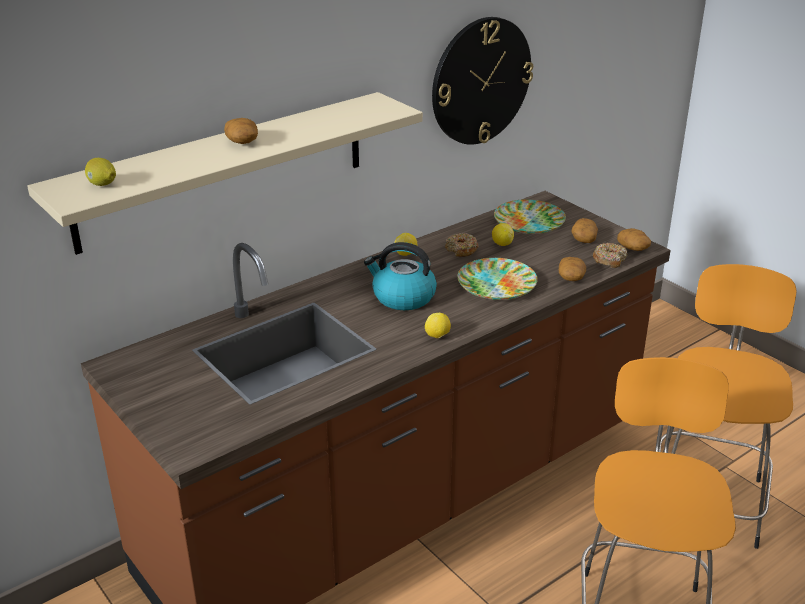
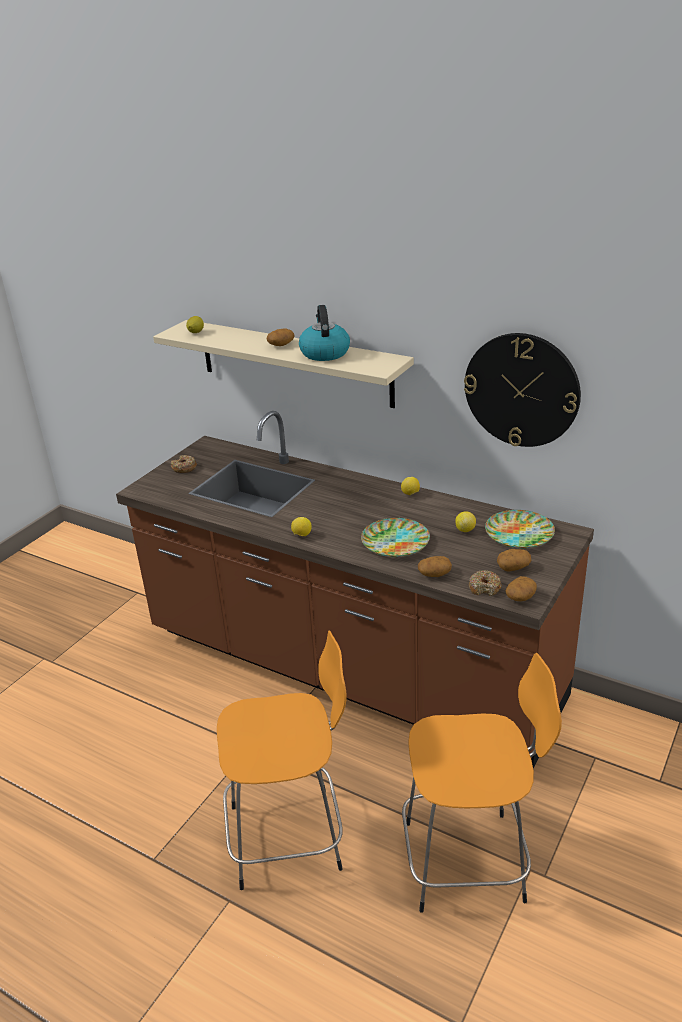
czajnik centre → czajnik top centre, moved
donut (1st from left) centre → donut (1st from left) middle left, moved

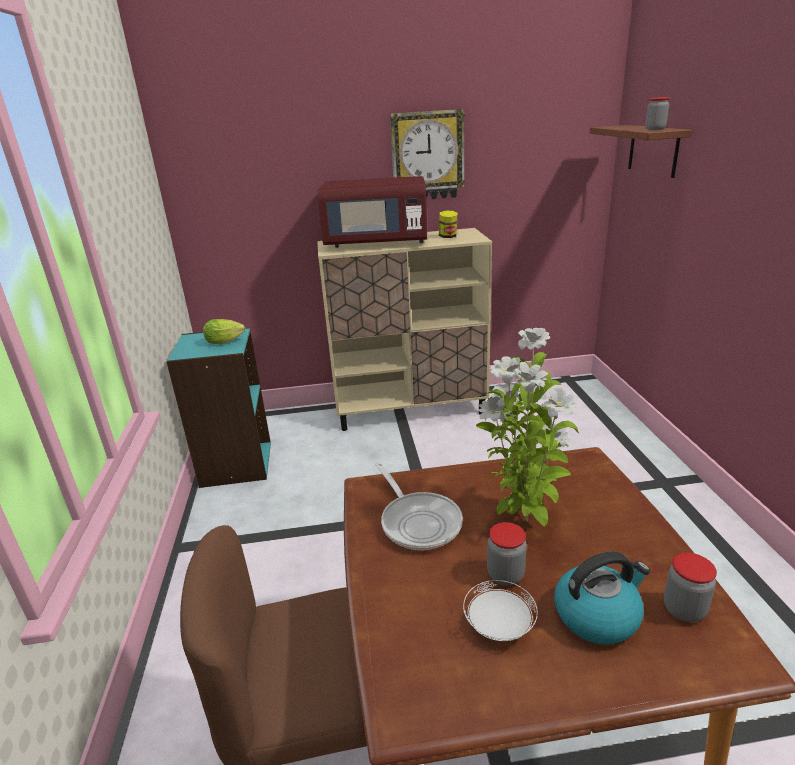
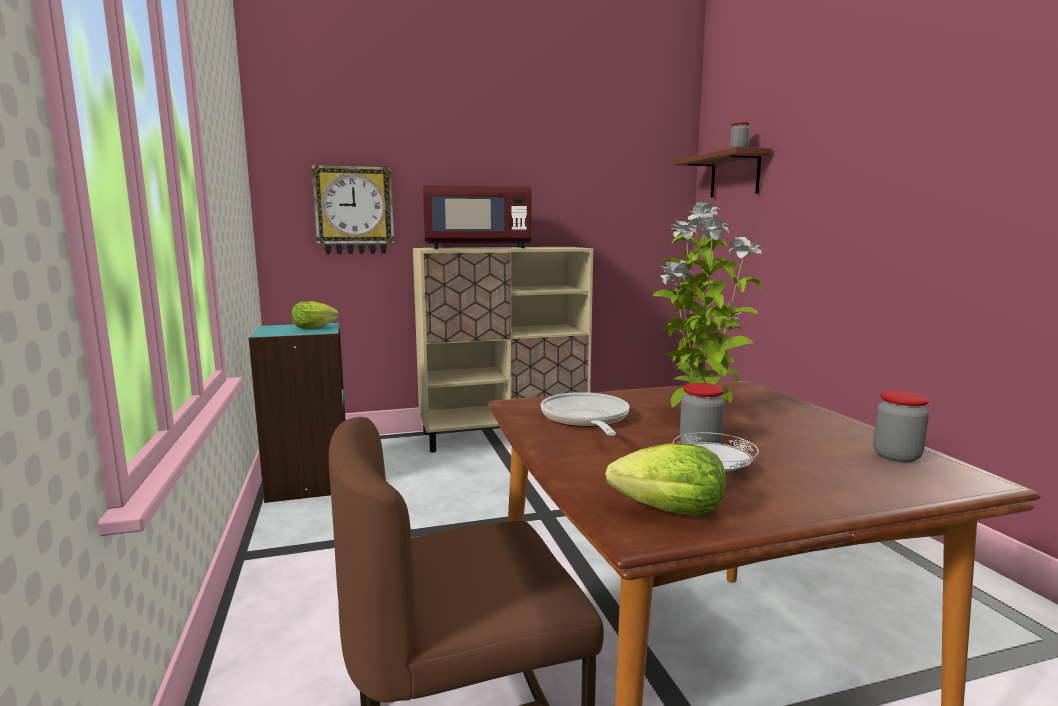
słoik (1st from left) top centre → -
czajnik bottom right → -
- → sałata (2nd from left) bottom centre
zegar ścienny top centre → zegar ścienny top left, moved
patelnia centre, 150 degrees counterclockwise

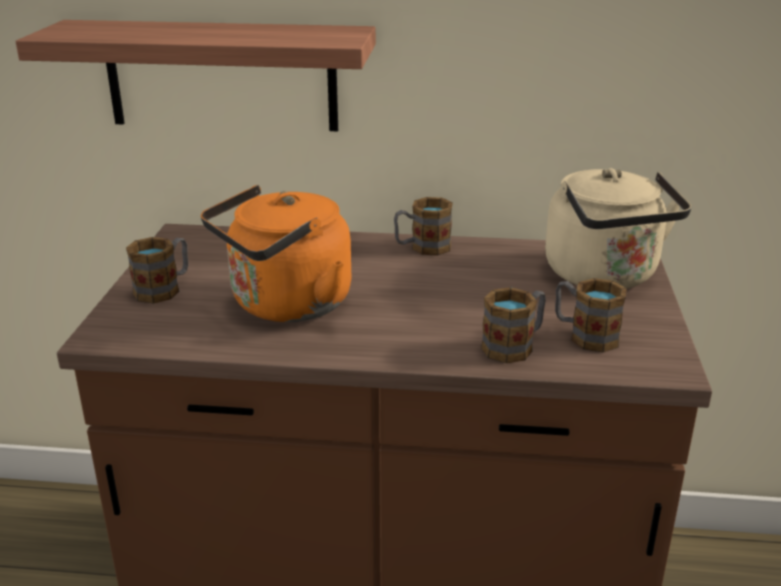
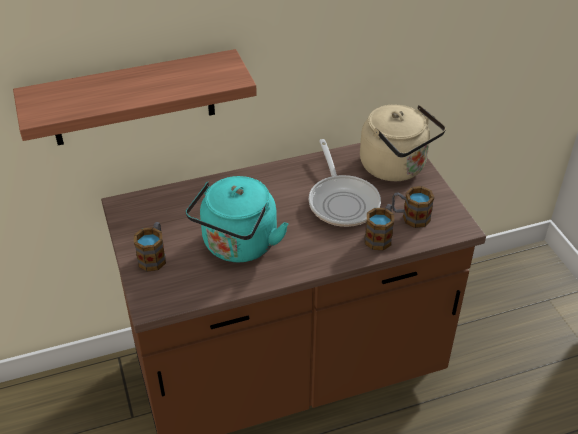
kubek (2nd from left) centre → -
- → patelnia centre
czajnik/pomarańczowy centre → czajnik/turkusowy centre

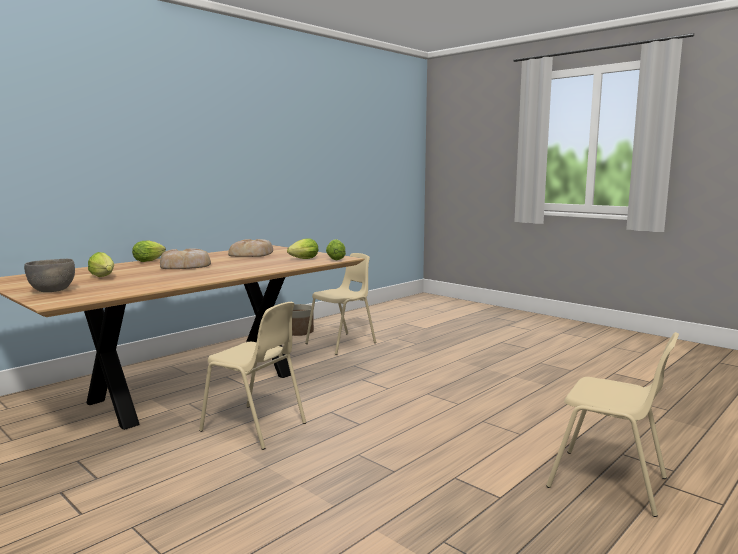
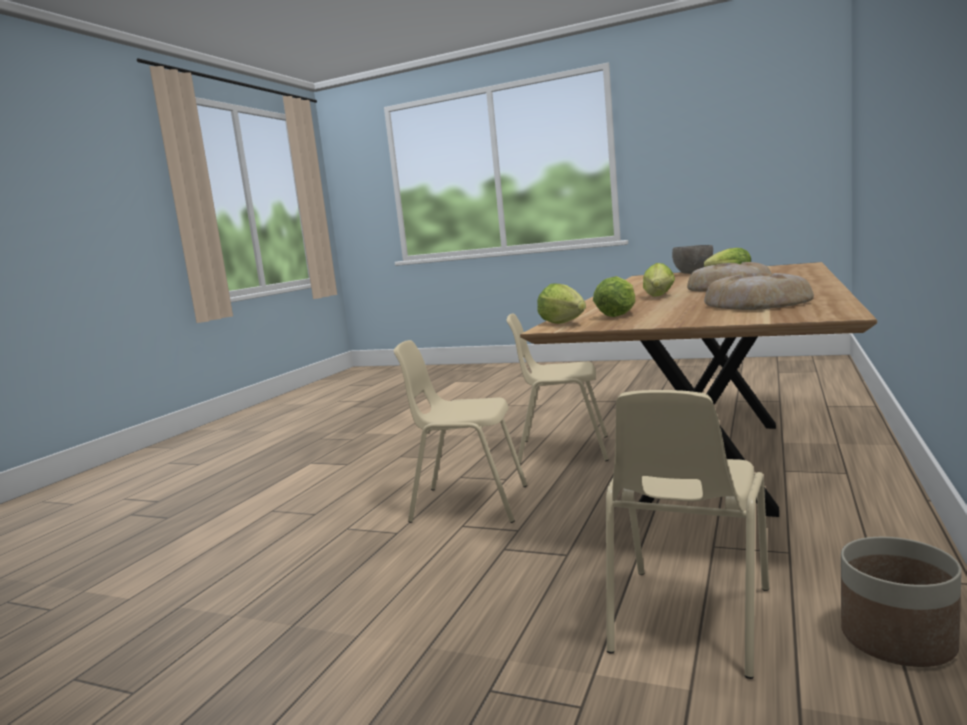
sałata (2nd from left in the first image) middle left → sałata (3rd from left) middle right, moved
krzesło/beżowy (3rd from left in the first image) bottom right → krzesło/beżowy (1st from left) centre, moved

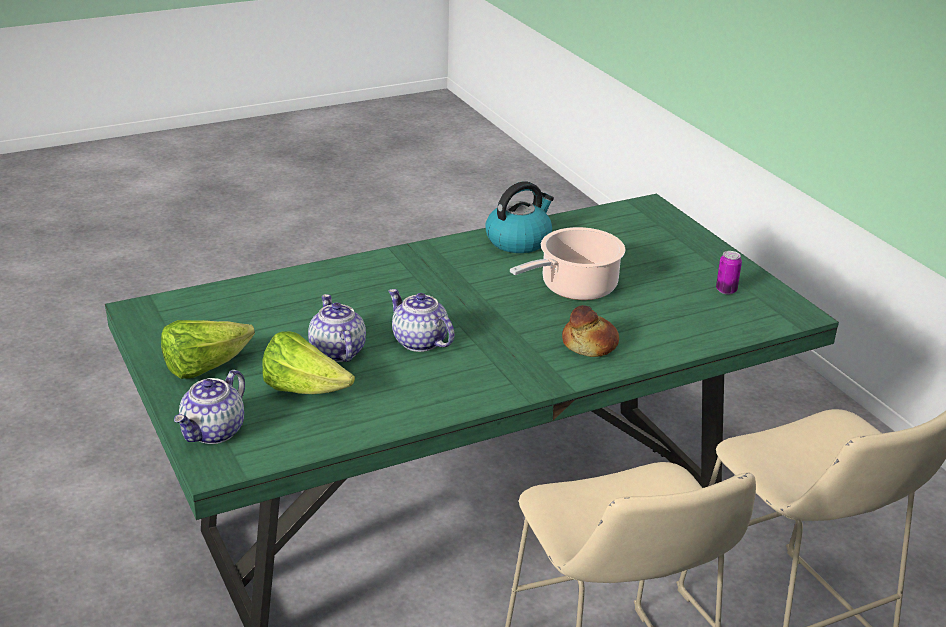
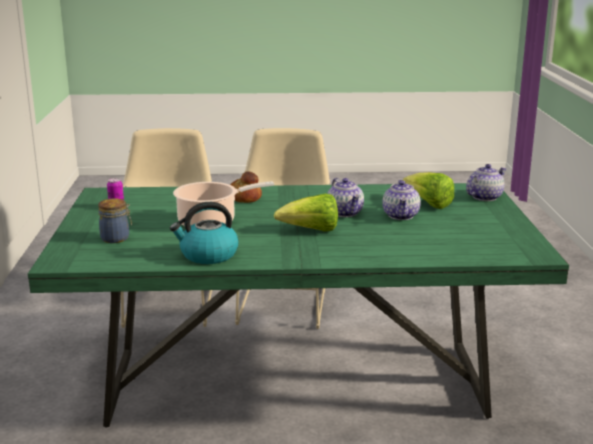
- → słoik middle left
sałata (1st from left) middle left → sałata (1st from left) centre, moved

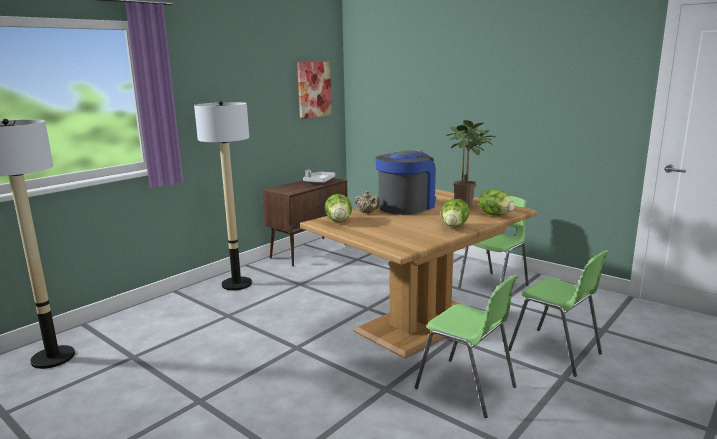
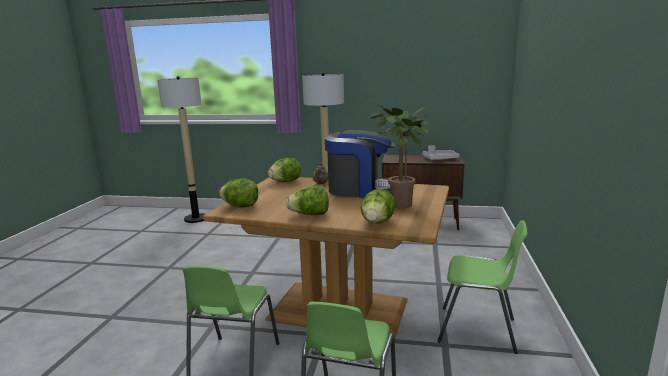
obraz top centre → -
- → sałata (1st from left) centre

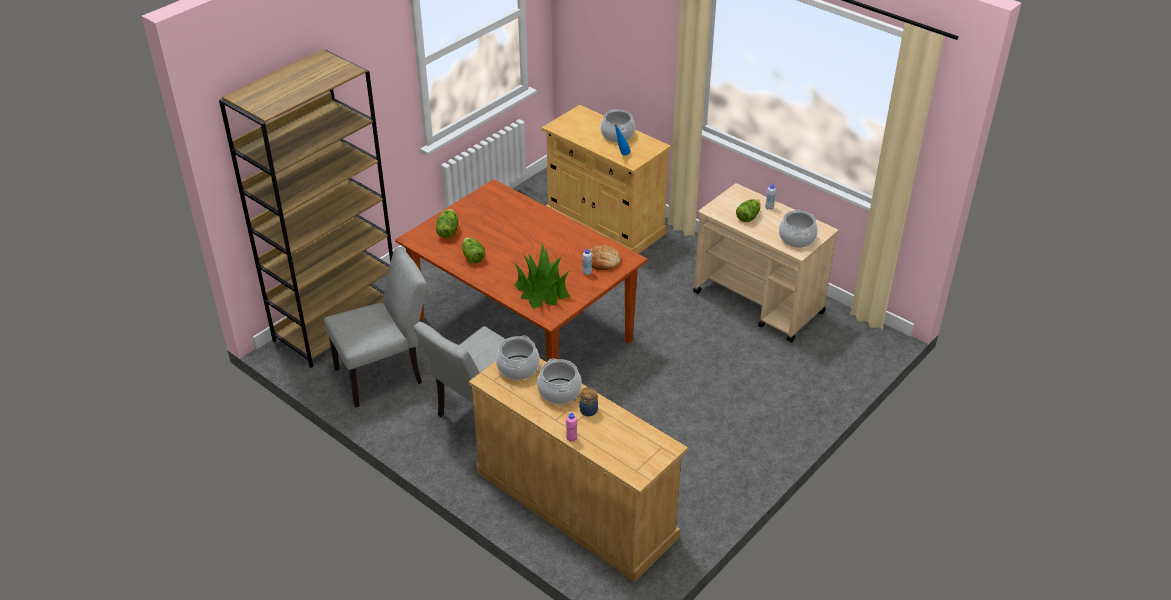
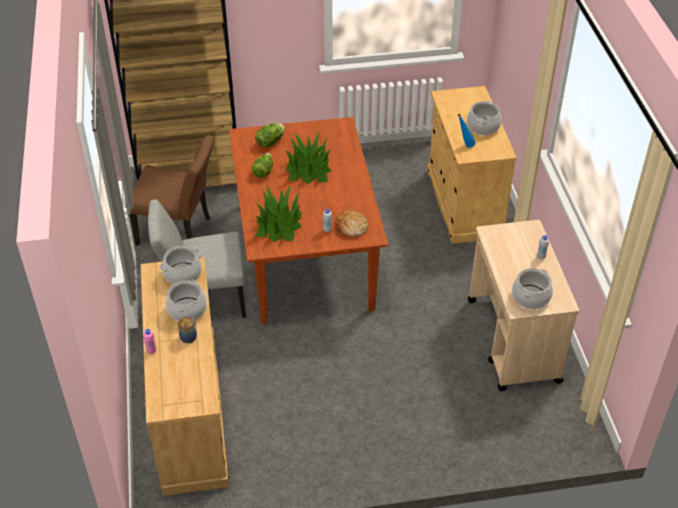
sałata (3rd from left) centre → -
- → roślina doniczkowa (2nd from left) top centre
krzesło/szary (1st from left) middle left → krzesło/brązowy middle left

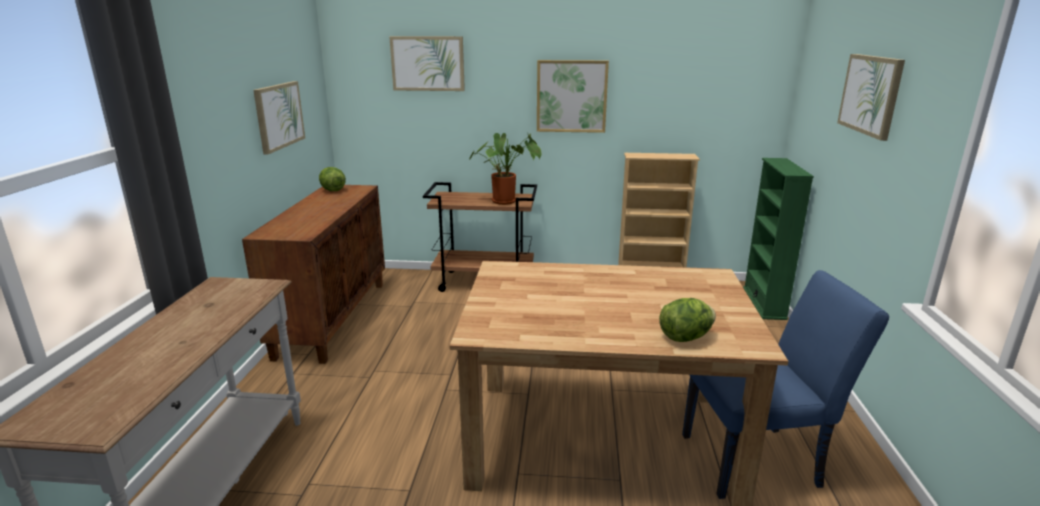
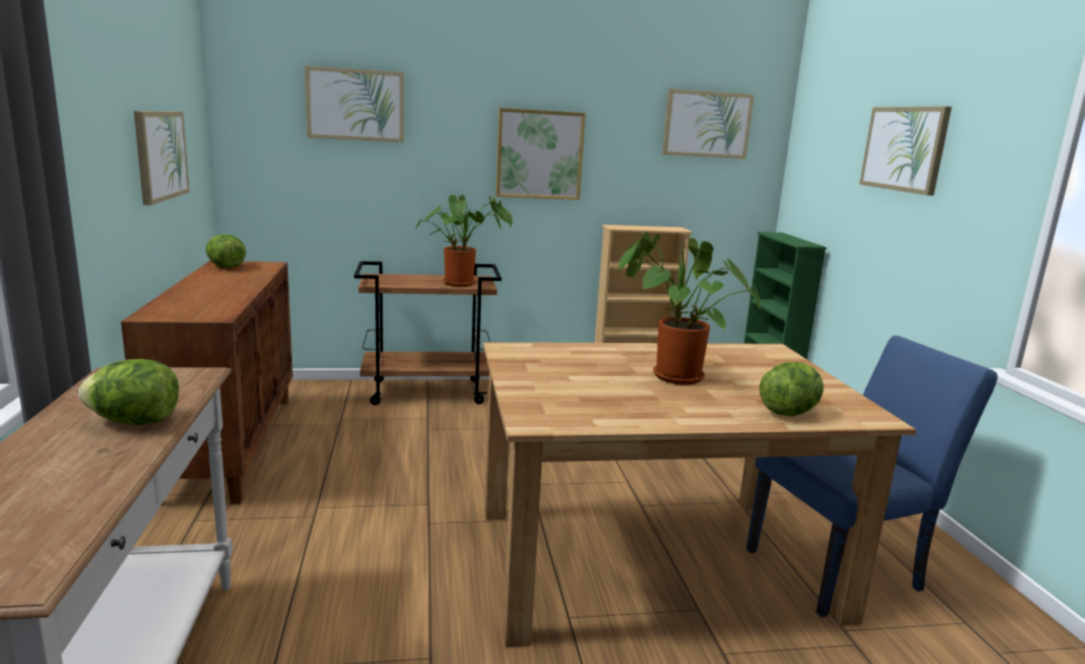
- → sałata (1st from left) middle left
- → roślina doniczkowa (2nd from left) centre
- → obraz (4th from left) top centre

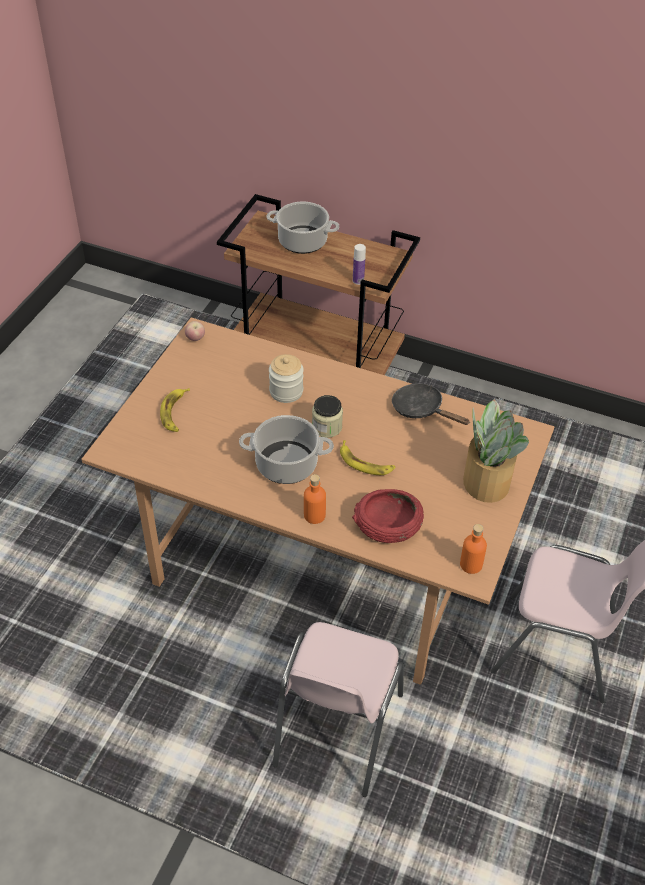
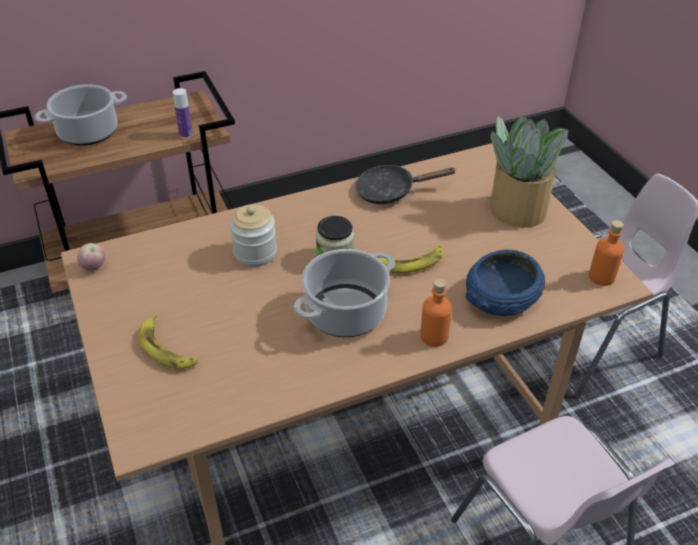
miska/czerwony centre → miska/niebieski middle right

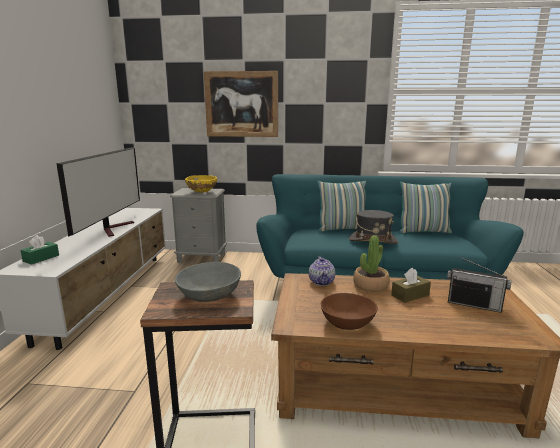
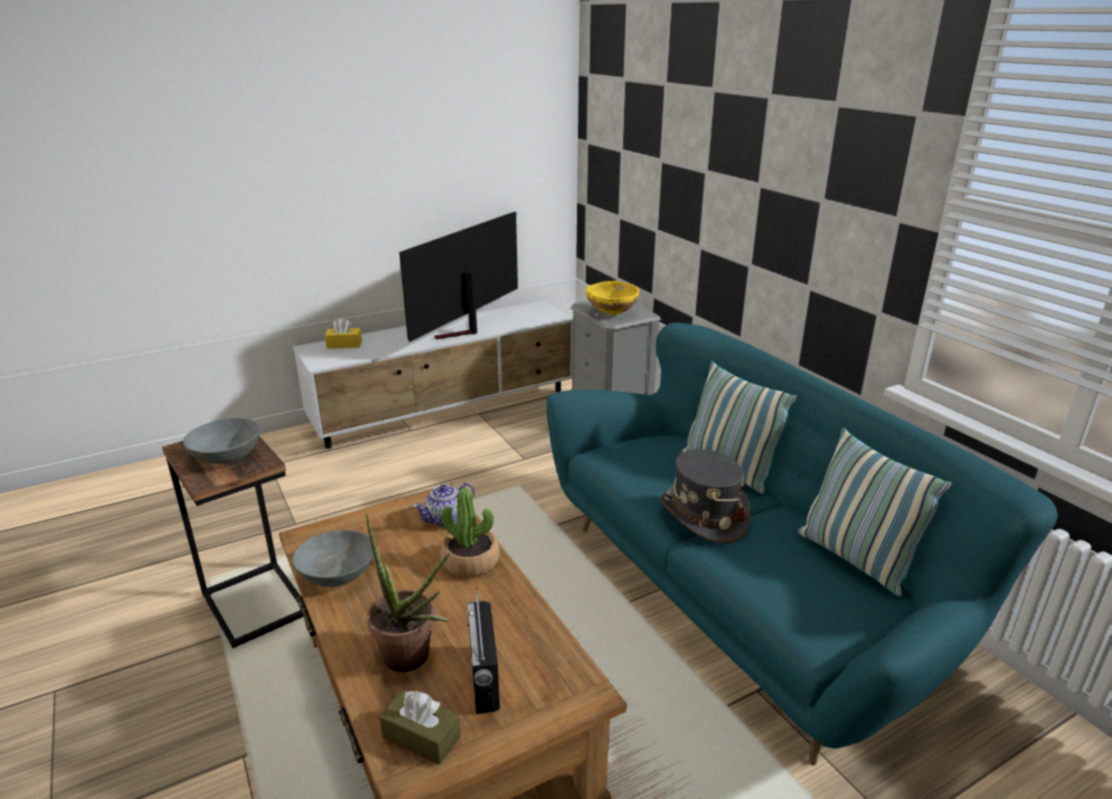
obraz top centre → -
- → roślina doniczkowa (1st from left) bottom centre
pudełko chusteczek/brązowy middle right → pudełko chusteczek/brązowy bottom centre, moved
pudełko chusteczek/zielony middle left → pudełko chusteczek/żółty middle left
miska/brązowy bottom centre → miska/szary (2nd from left) bottom left
telewizor middle left → telewizor centre, 150 degrees clockwise

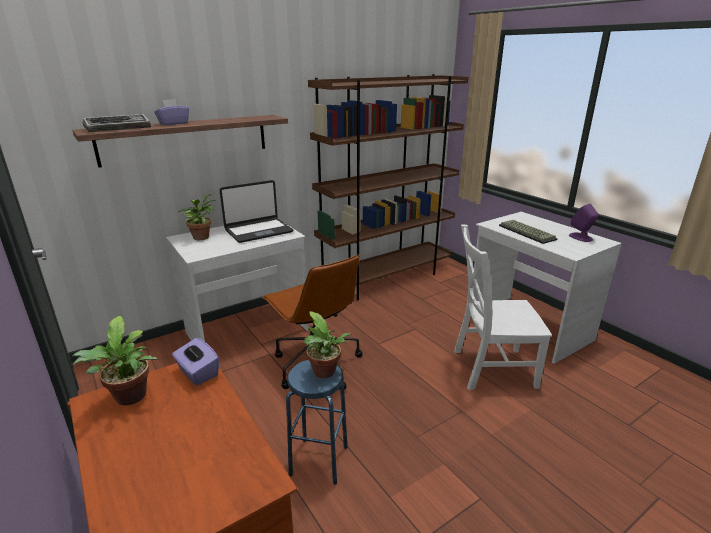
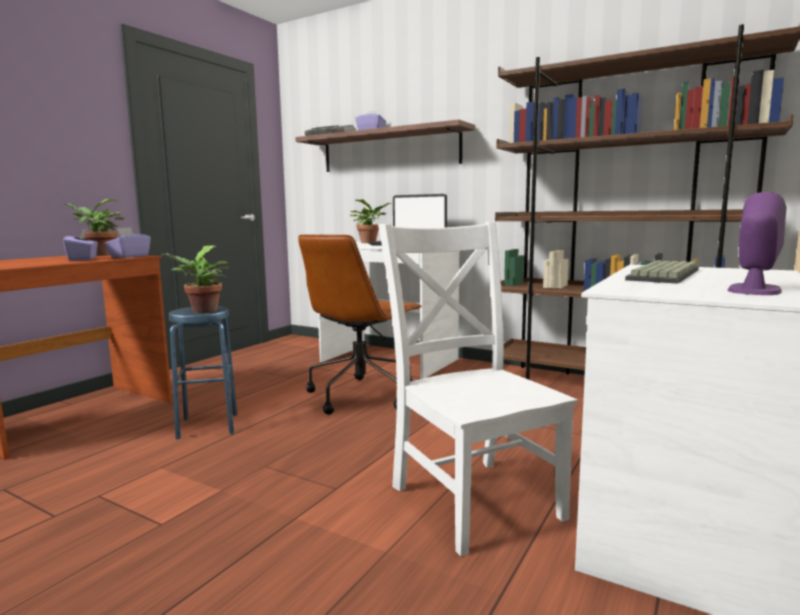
- → pudełko chusteczek/fioletowy (1st from left) middle left

